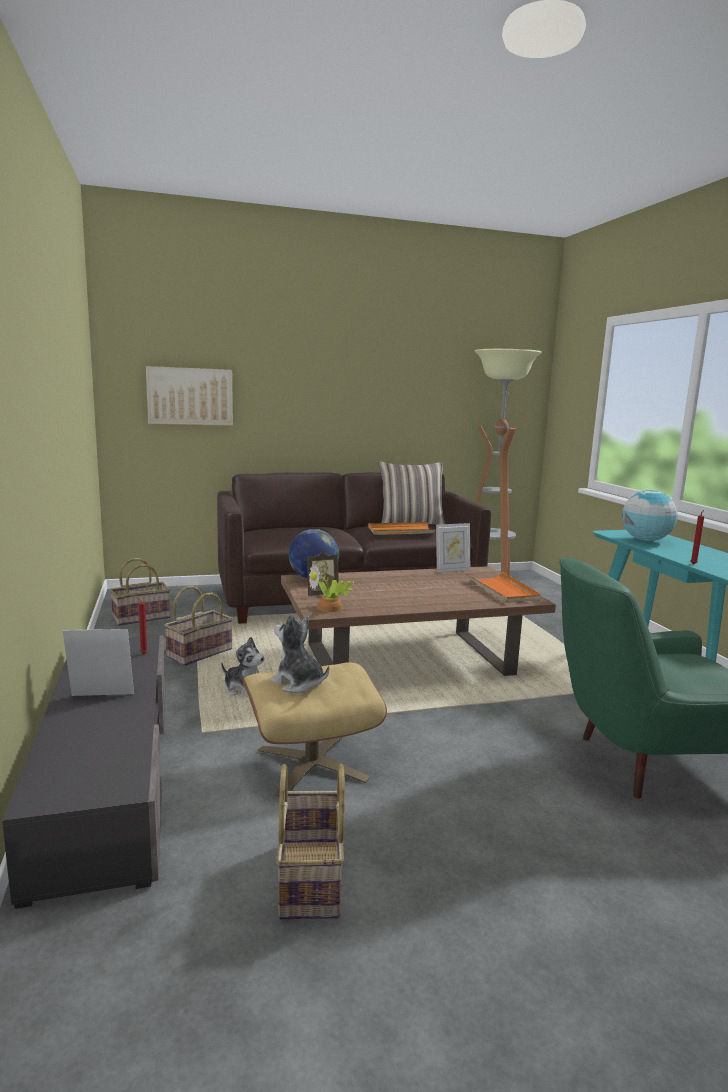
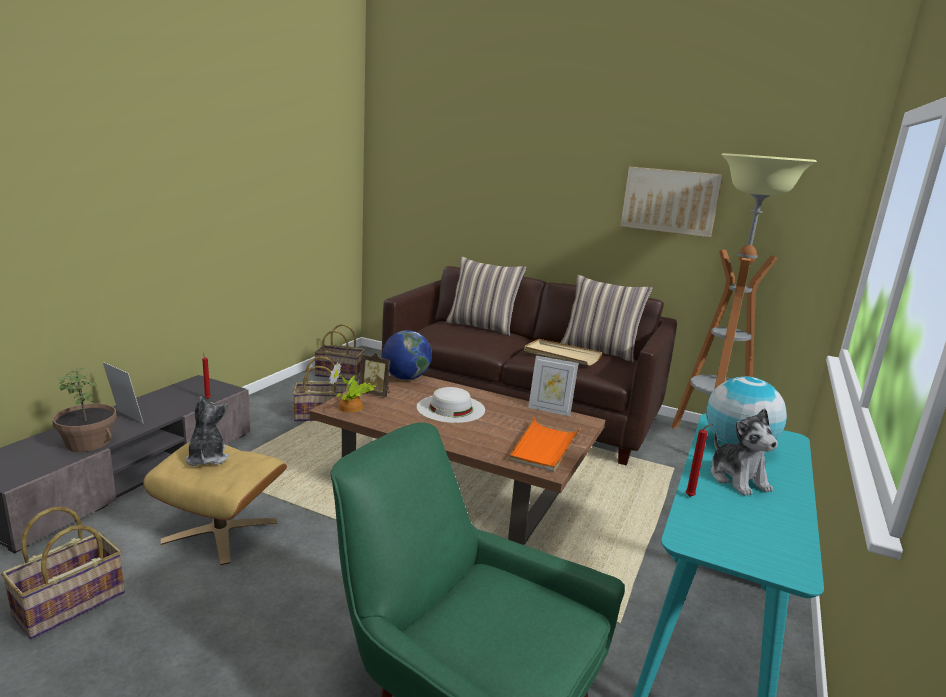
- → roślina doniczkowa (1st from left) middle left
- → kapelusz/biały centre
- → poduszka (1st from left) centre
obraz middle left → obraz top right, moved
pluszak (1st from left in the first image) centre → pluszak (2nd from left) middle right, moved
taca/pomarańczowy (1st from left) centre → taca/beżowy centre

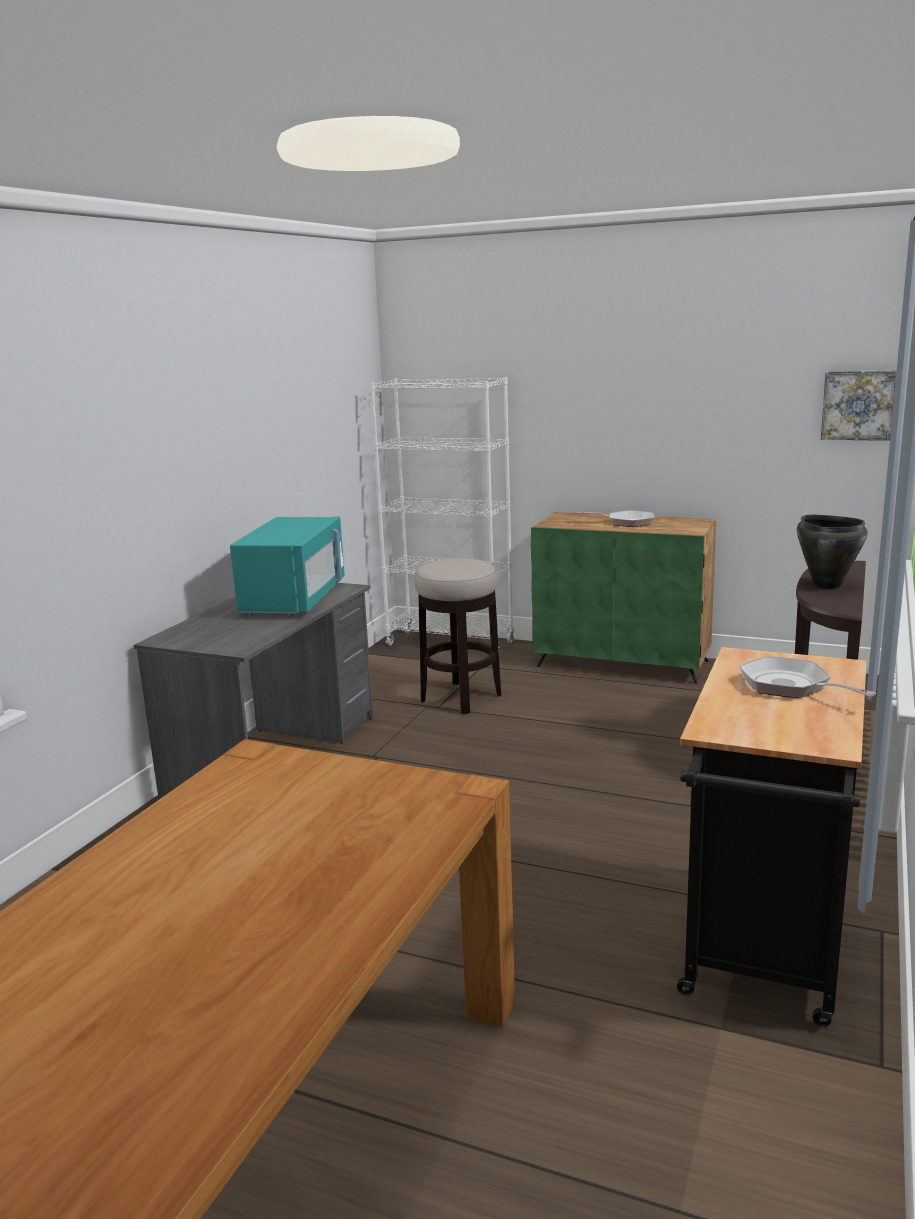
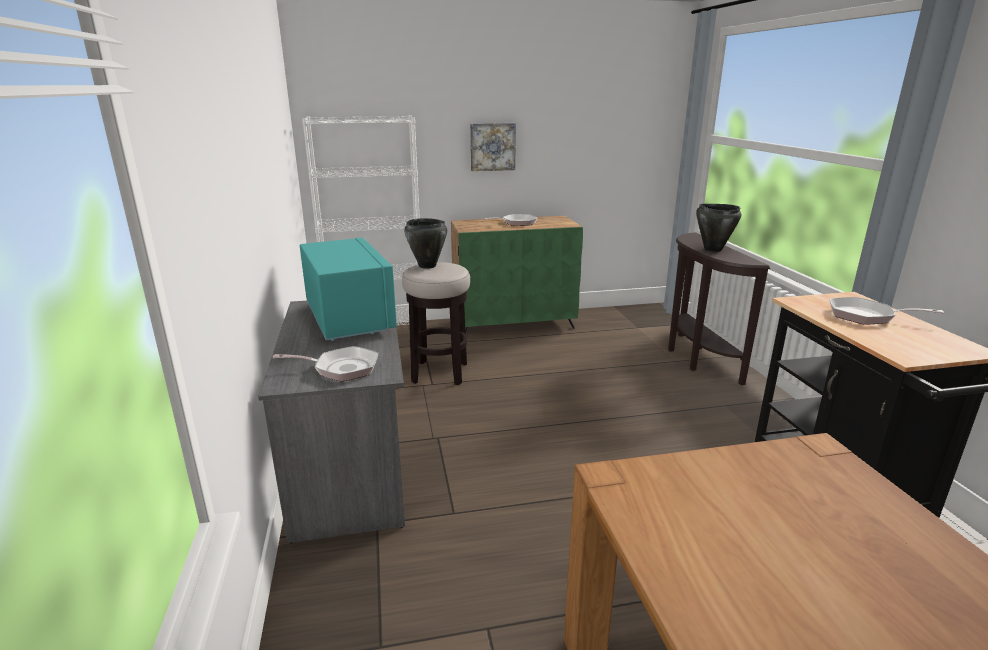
- → patelnia (1st from left) middle left
- → garnek/czarny (1st from left) centre
obraz top right → obraz top centre, moved

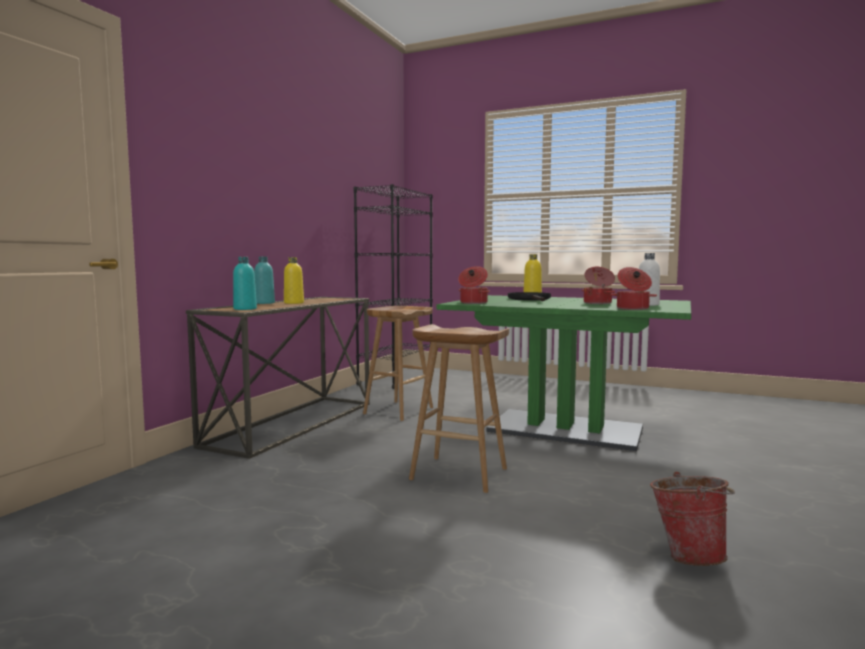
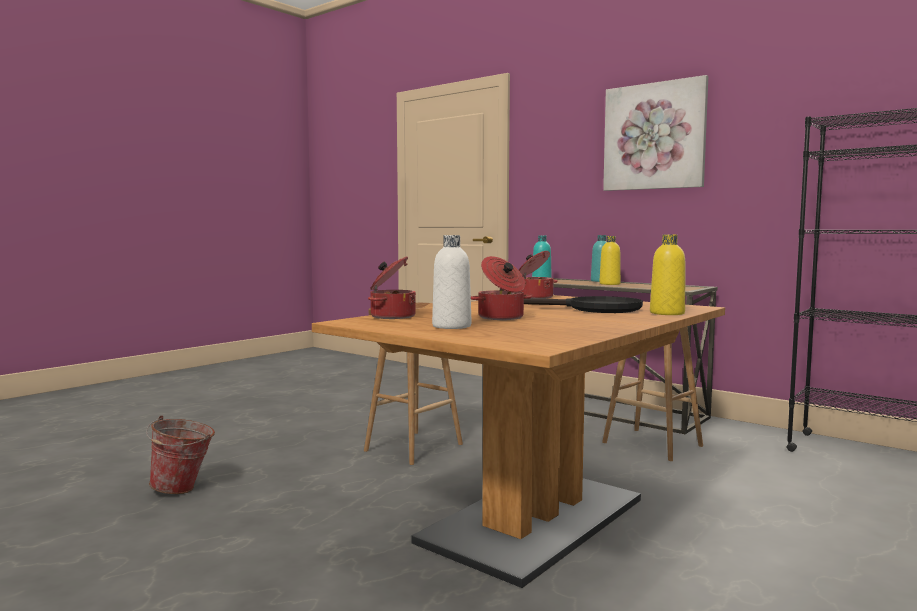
- → obraz top right
stół jadalny/zielony centre → stół jadalny/brązowy bottom centre

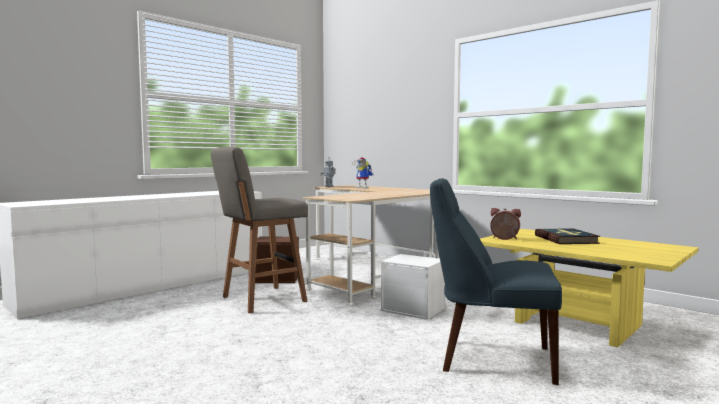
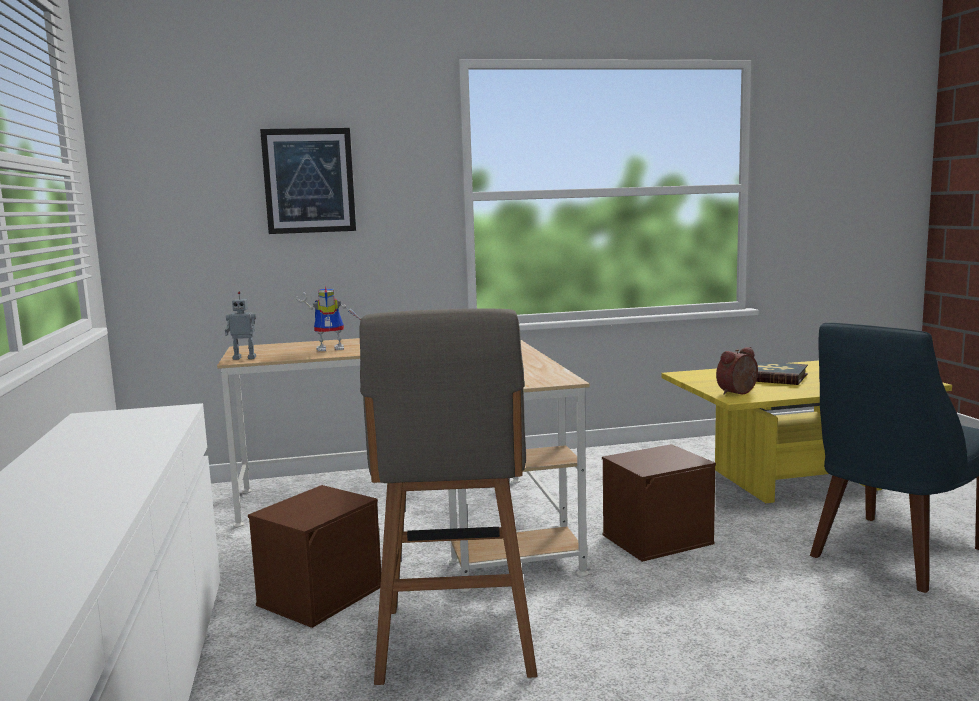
- → obraz top left
pojemnik do przechowywania/biały bottom centre → pojemnik do przechowywania/brązowy (2nd from left) bottom right

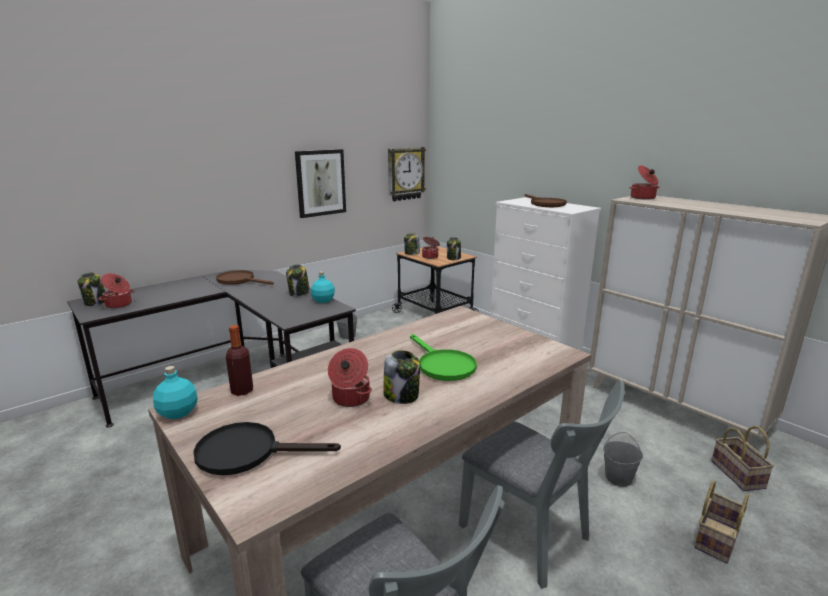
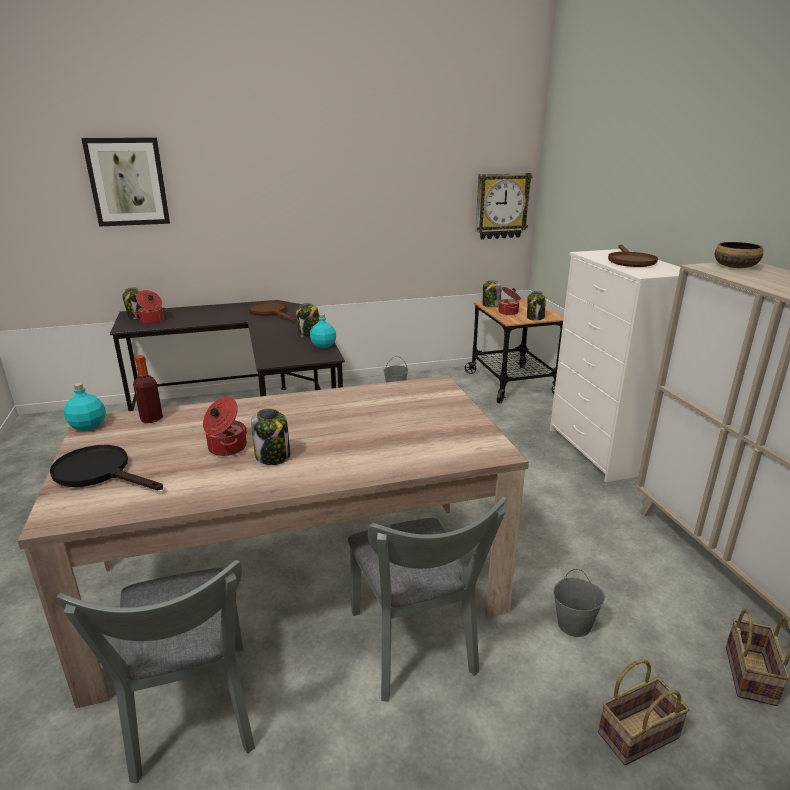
patelnia/zielony centre → -
obraz top centre → obraz top left, moved
garnek (4th from left) top right → miska top right

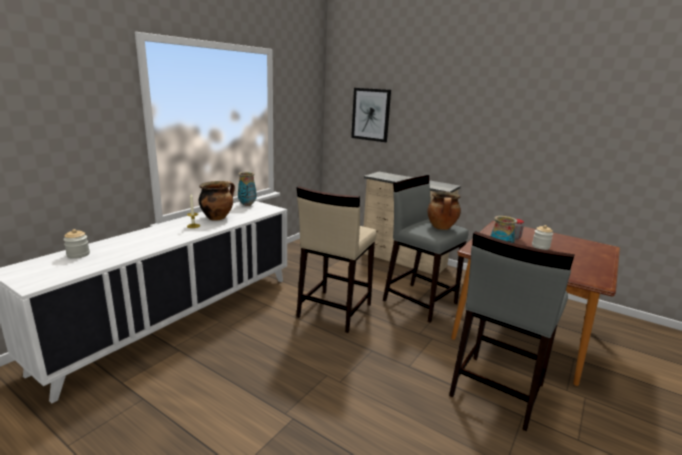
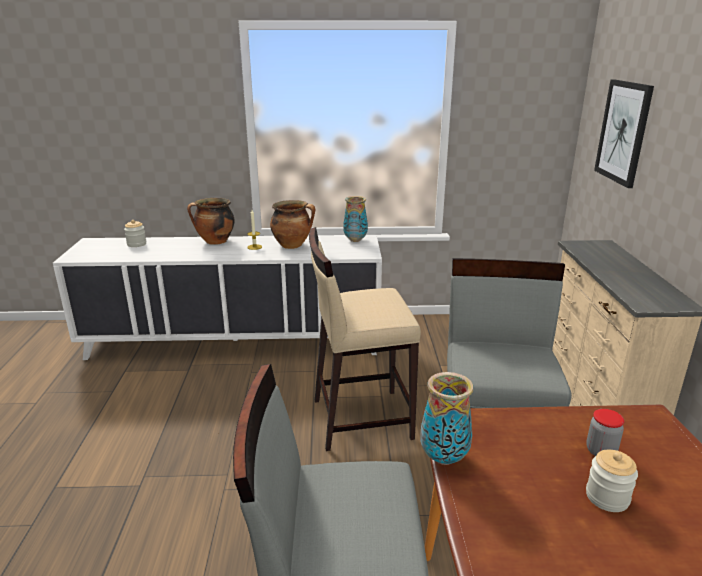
garnek (2nd from left in the first image) centre → garnek (1st from left) middle left, moved

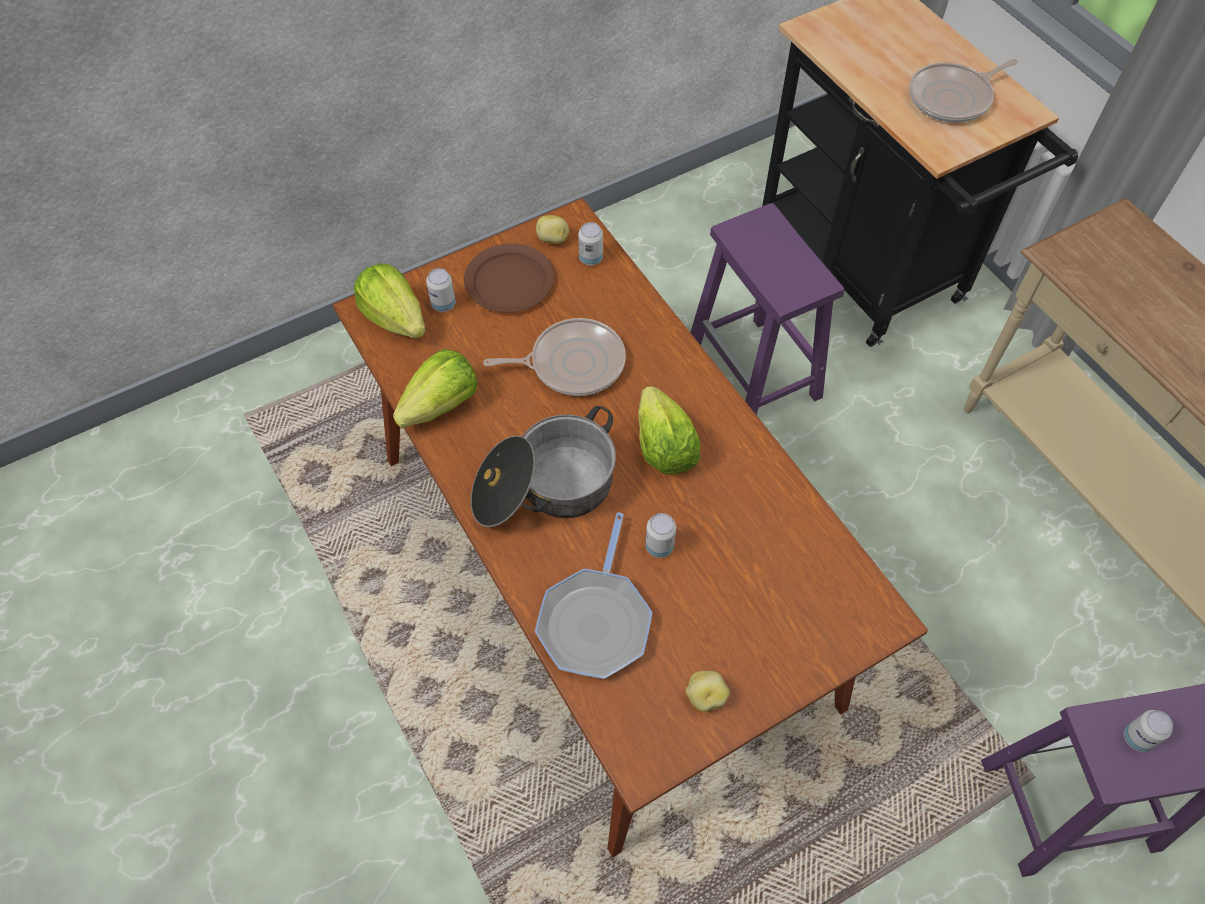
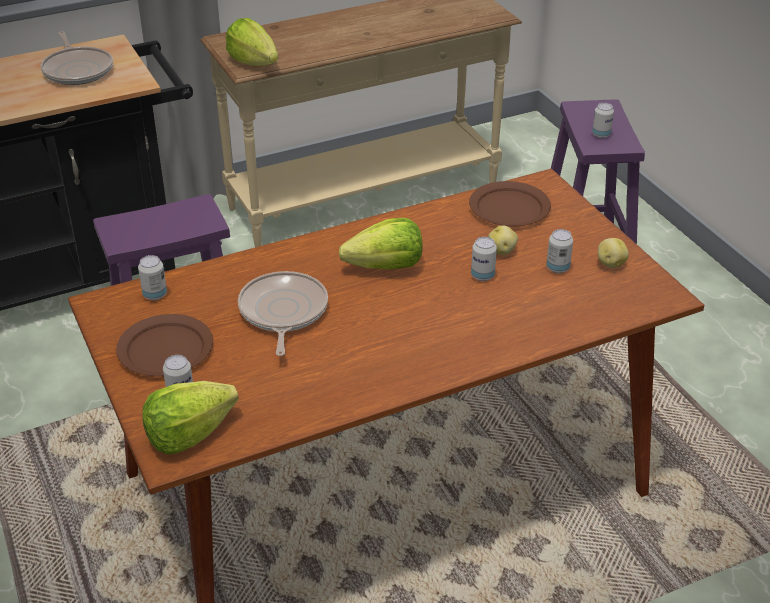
garnek centre → -
patelnia (2nd from left) centre → -
- → talerz/brązowy (2nd from left) centre
- → puszka (4th from left) middle right
sałata (2nd from left) centre → sałata (2nd from left) top left, moved
ziemniak (1st from left) top centre → ziemniak (1st from left) centre, moved

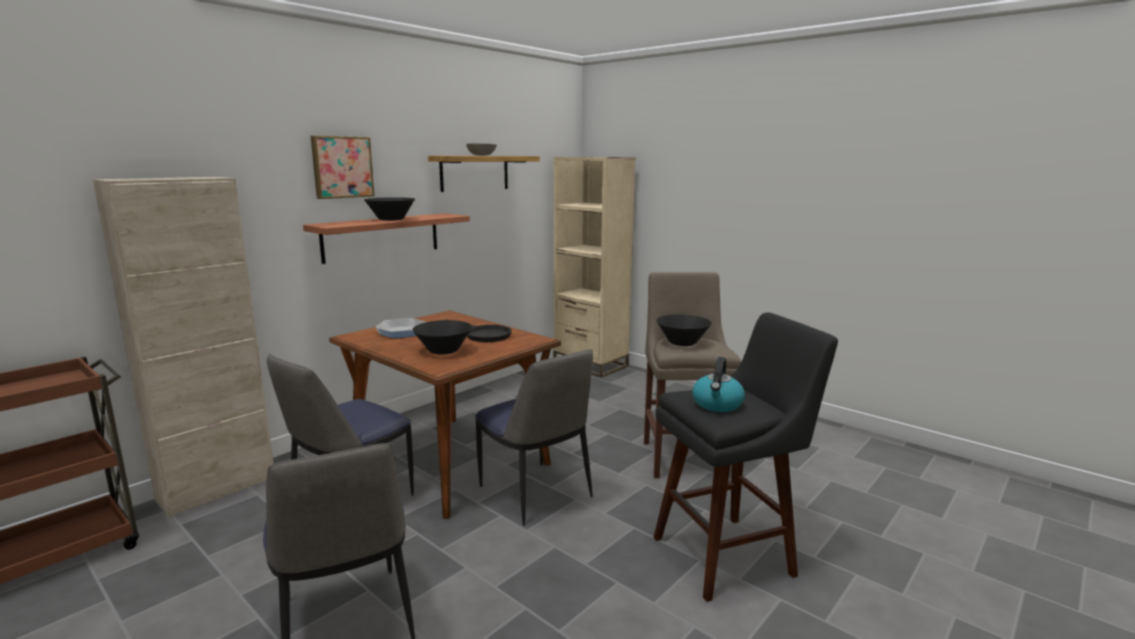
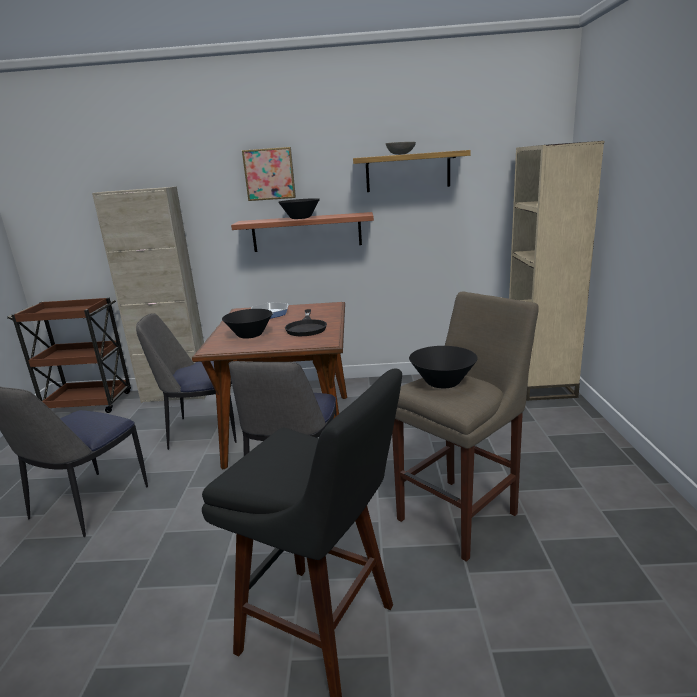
czajnik centre → -

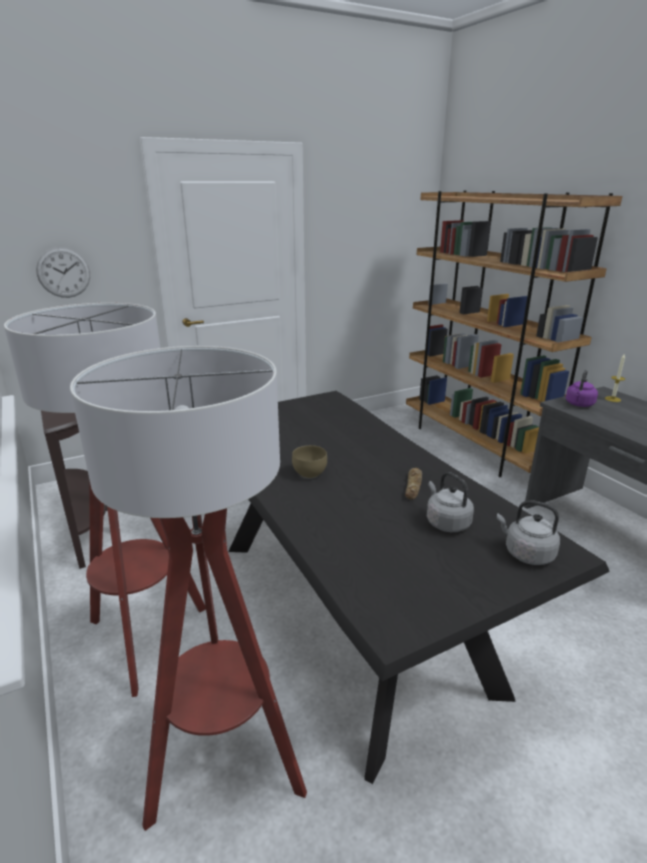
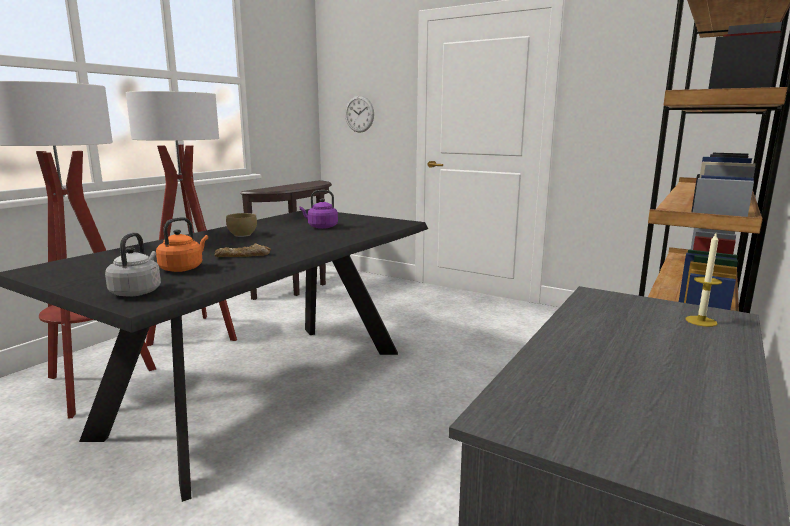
czajnik/fioletowy middle right → czajnik/fioletowy centre, moved
czajnik/szary (1st from left) middle right → czajnik/pomarańczowy middle left

